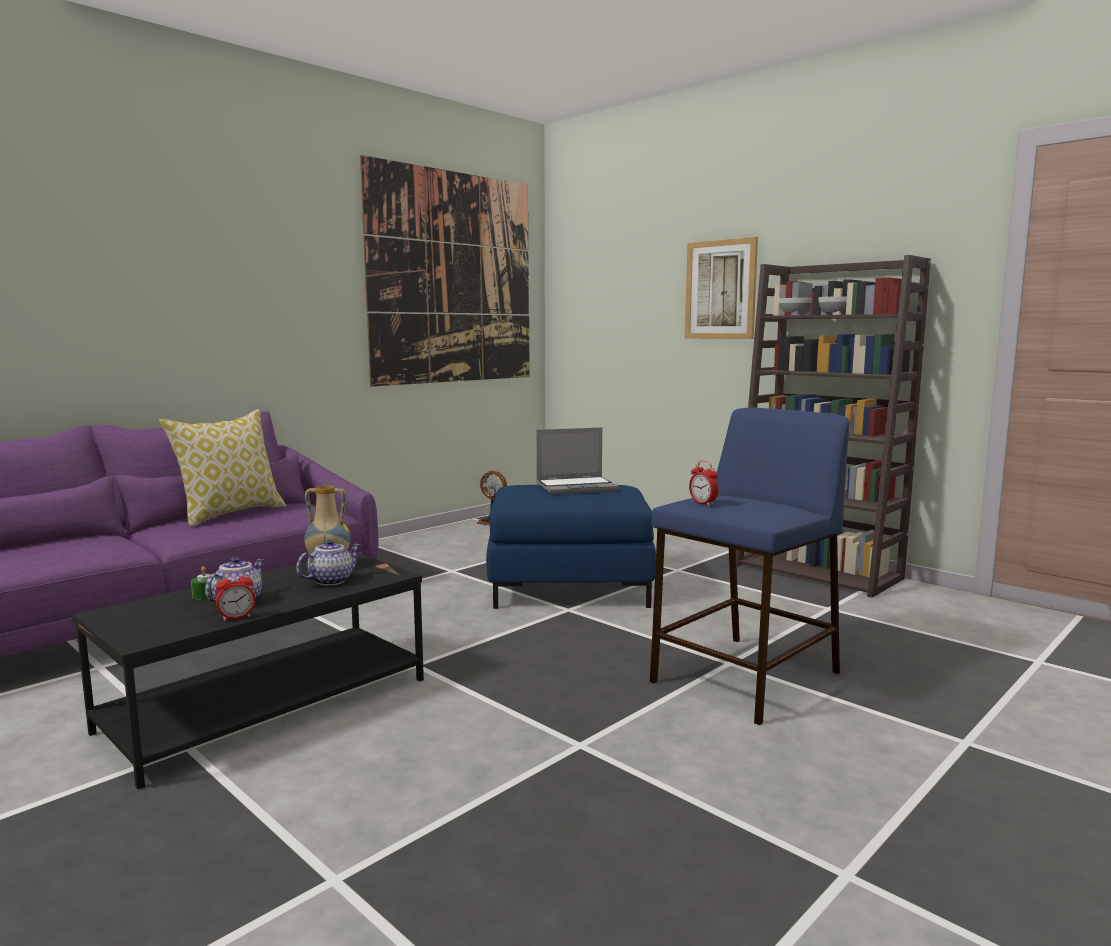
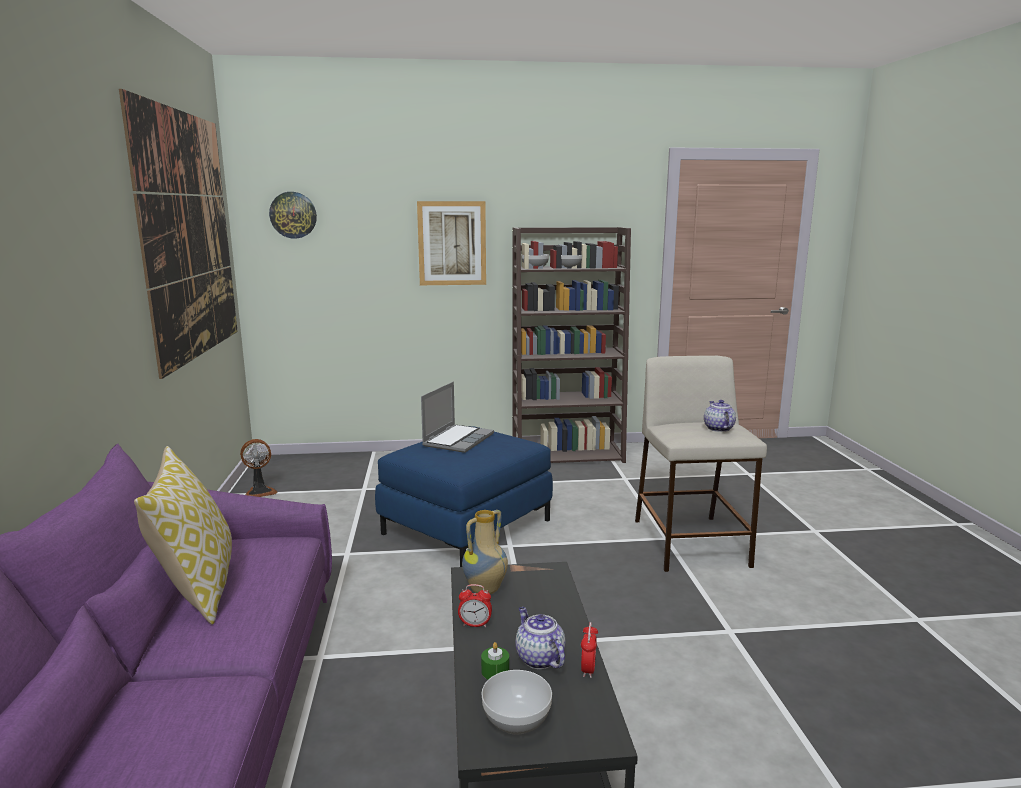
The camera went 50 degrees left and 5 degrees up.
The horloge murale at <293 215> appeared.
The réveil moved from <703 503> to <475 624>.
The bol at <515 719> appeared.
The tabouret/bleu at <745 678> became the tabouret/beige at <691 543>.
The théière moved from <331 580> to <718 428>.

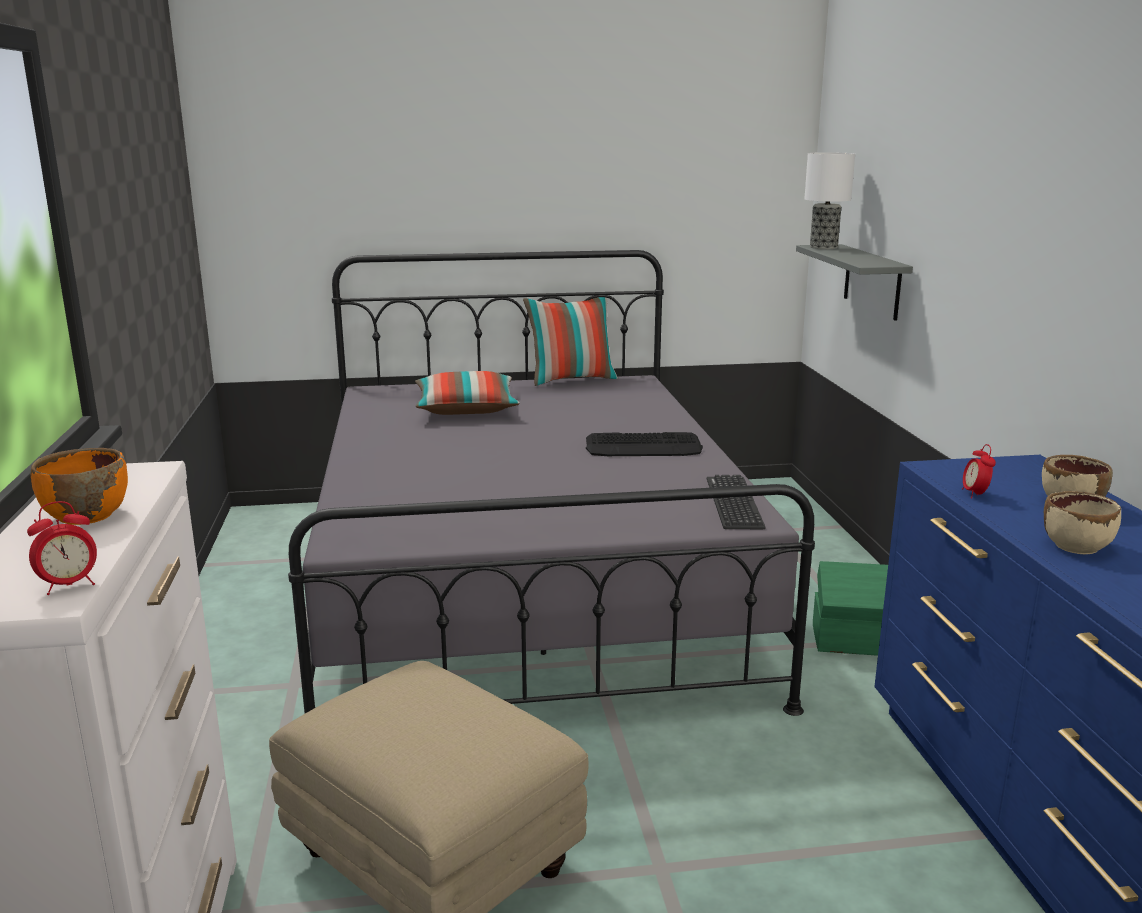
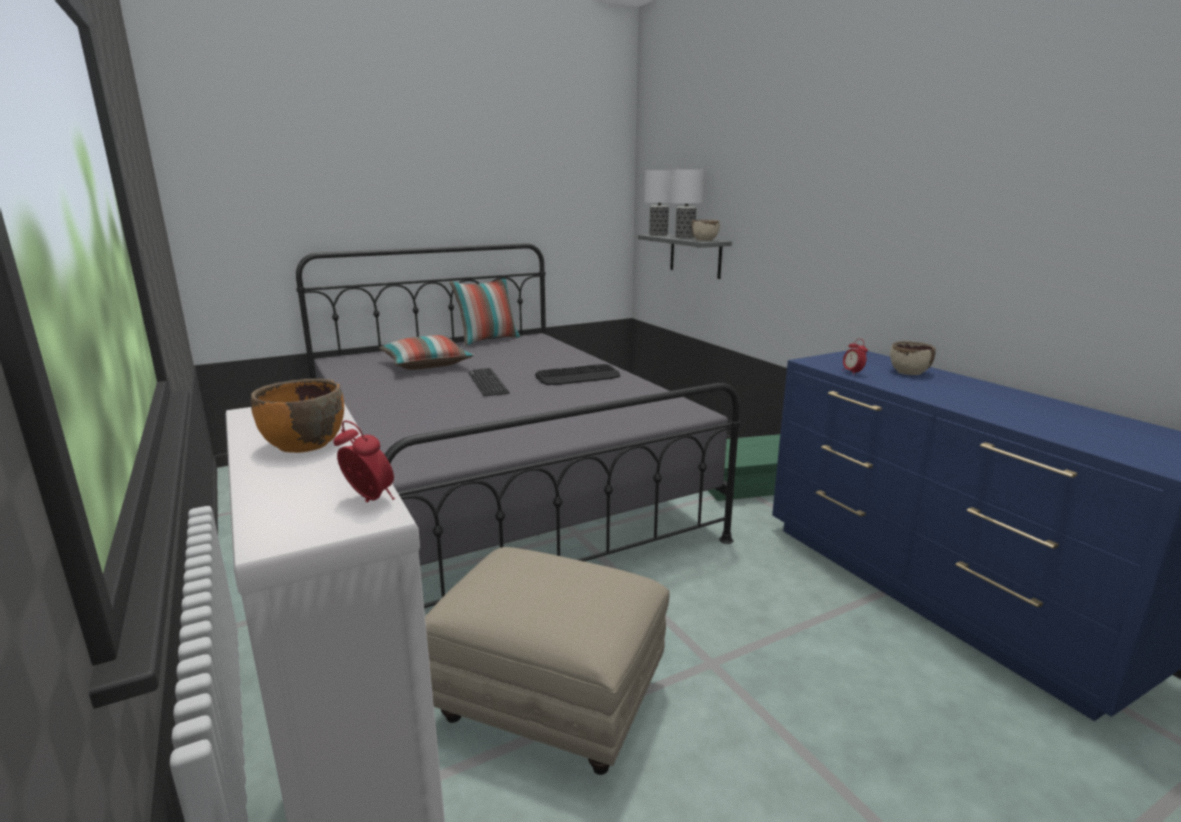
The camera went 20 degrees left and 0 degrees up.
The réveil at <69 586> turned 90 degrees counterclockwise.
The clavier moved from <734 503> to <487 383>.
The lampe de table at <685 237> appeared.
The bol/beige moved from <1076 546> to <704 240>.

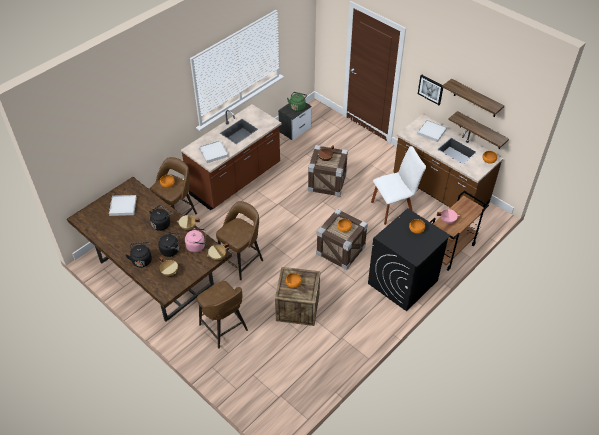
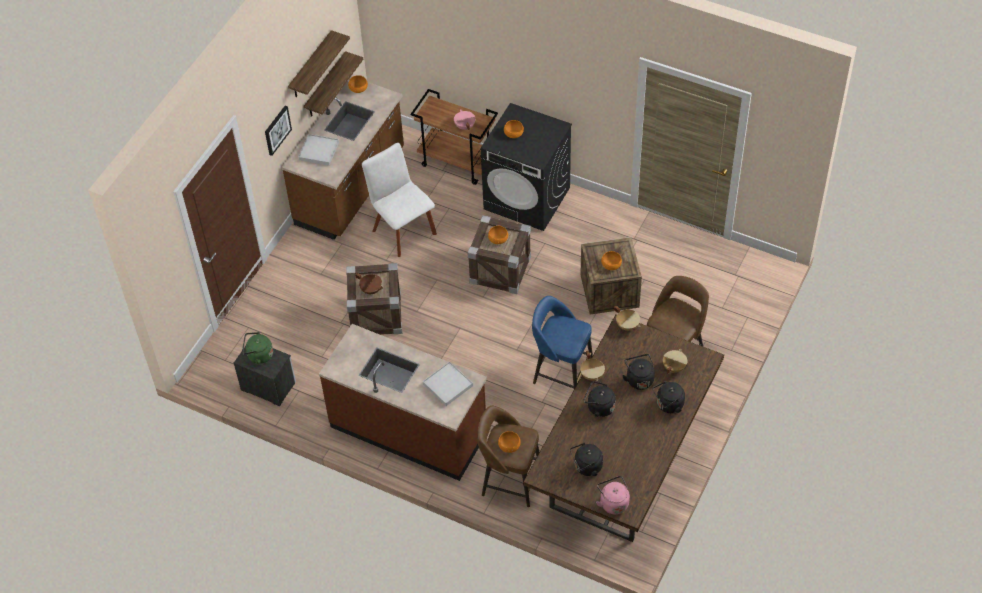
The camera went 105 degrees left and 5 degrees up.
The tabouret/marron at <241 261> became the tabouret/bleu at <561 372>.
The plateau/blanc at <123 206> was replaced by the bouilloire/noir at <586 467>.
The bouilloire/rose moved from <197 246> to <613 502>.

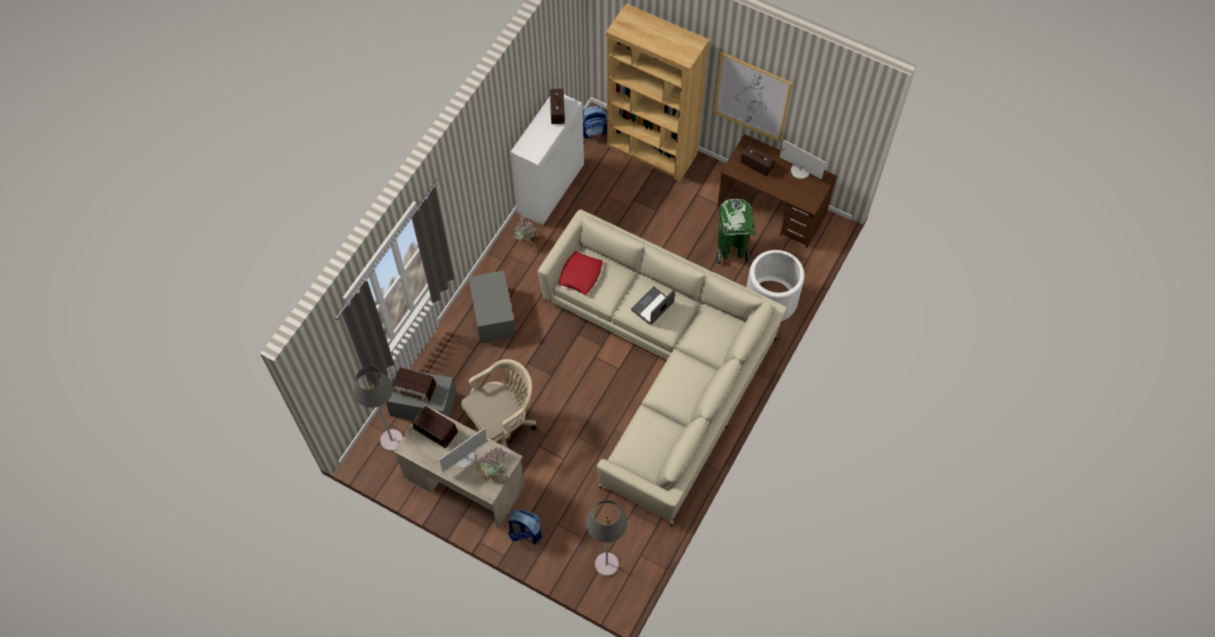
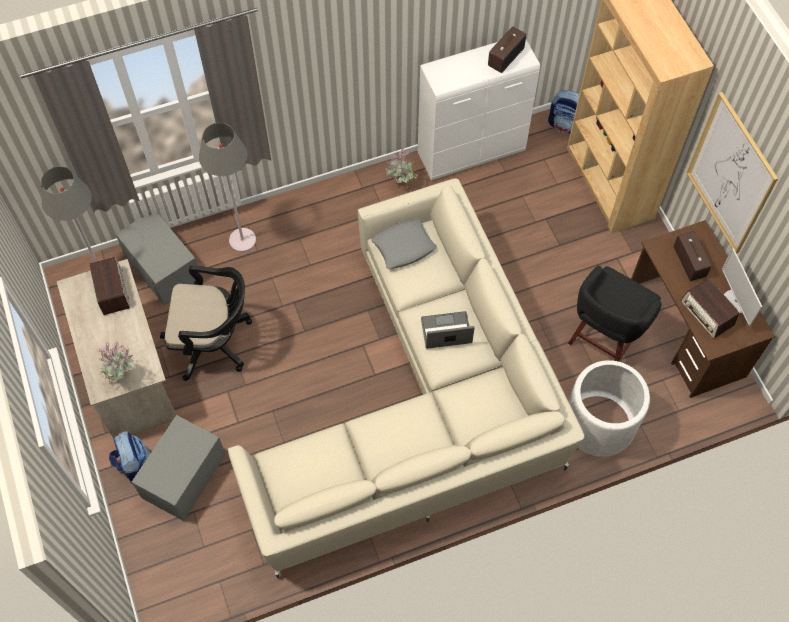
The camera went 40 degrees right and 0 degrees up.
The boîte de rangement/gris moved from <493 315> to <184 476>.
The chaise de bureau/beige at <502 424> became the chaise de bureau/noir at <214 342>.
The lampadaire/gris moved from <606 564> to <242 240>.
The coussin/rouge at <580 275> became the coussin/gris at <403 247>.
The poubelle/vert at <731 250> was replaced by the tabouret/noir at <603 340>.
The radio moved from <415 388> to <707 314>.
The écran d'ordinateur at <464 458> disappeared.

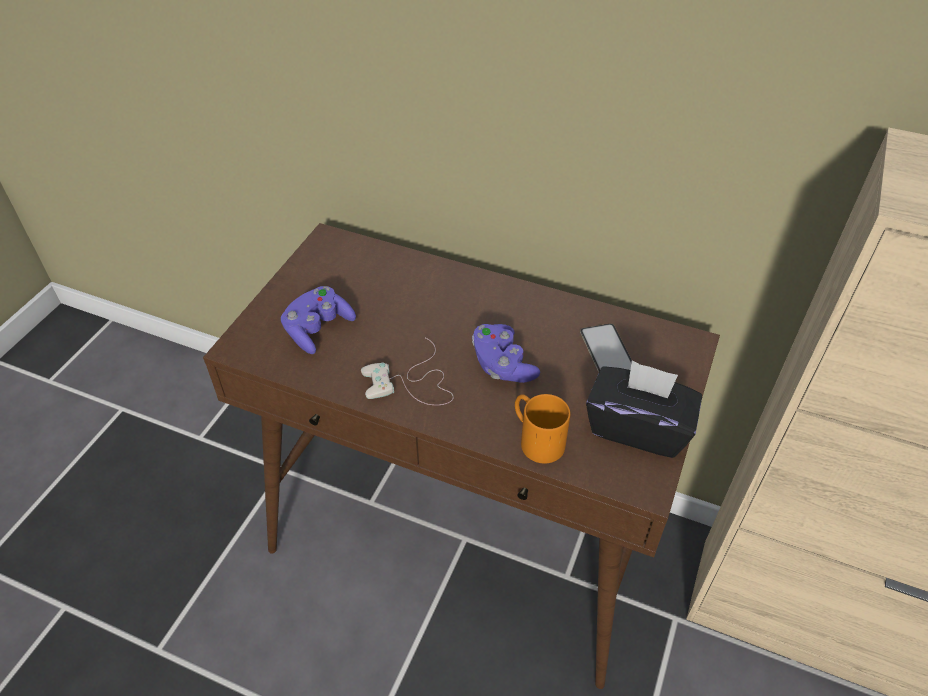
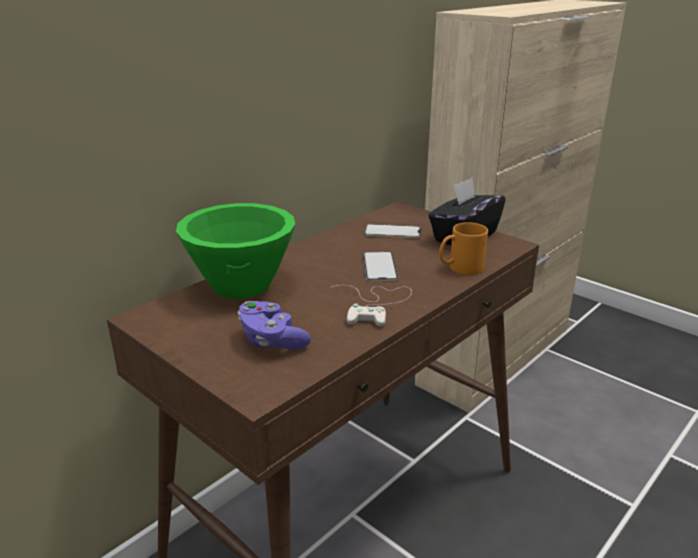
The camera went 70 degrees left and 20 degrees down.
The bol/vert at <240 285> appeared.
The manette/violet at <502 365> was replaced by the téléphone at <379 267>.

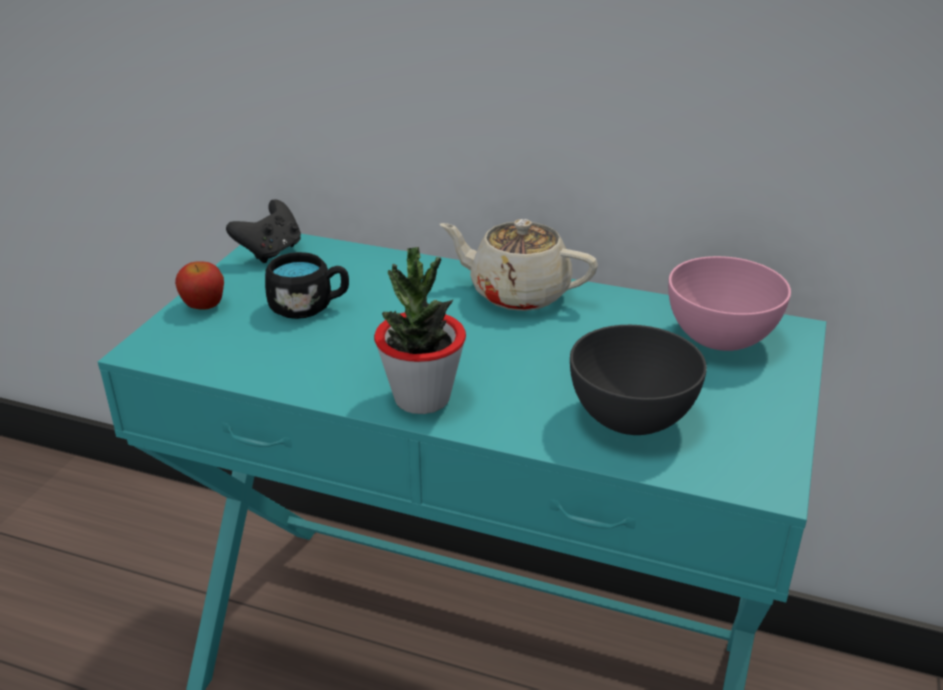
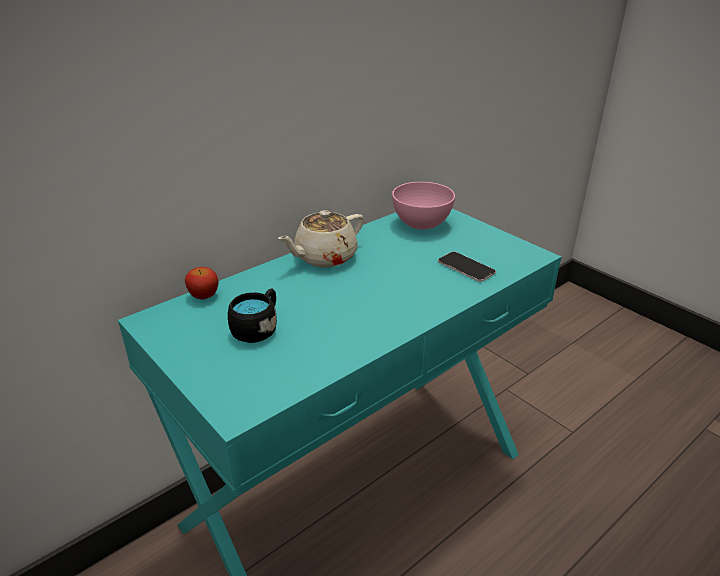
The camera went 60 degrees left and 0 degrees up.
The pomme moved from <203 305> to <204 296>.
The bol/gris at <630 418> was replaced by the téléphone at <466 267>.
The manette/noir at <270 252> disappeared.
The plante en pot at <422 398> disappeared.

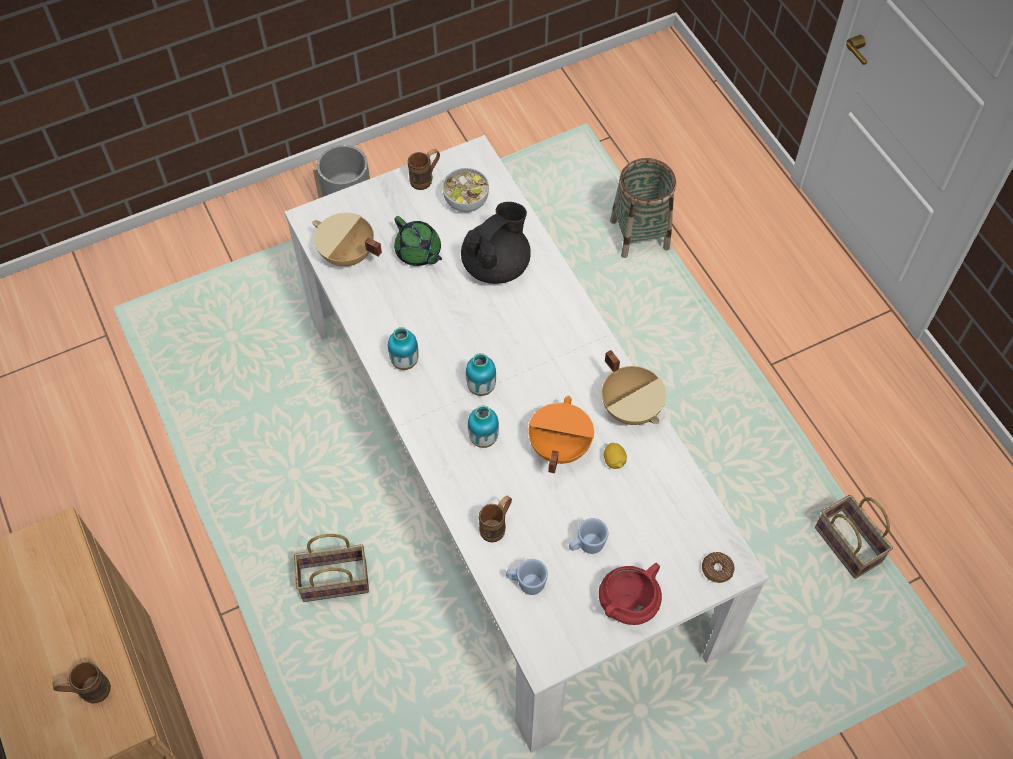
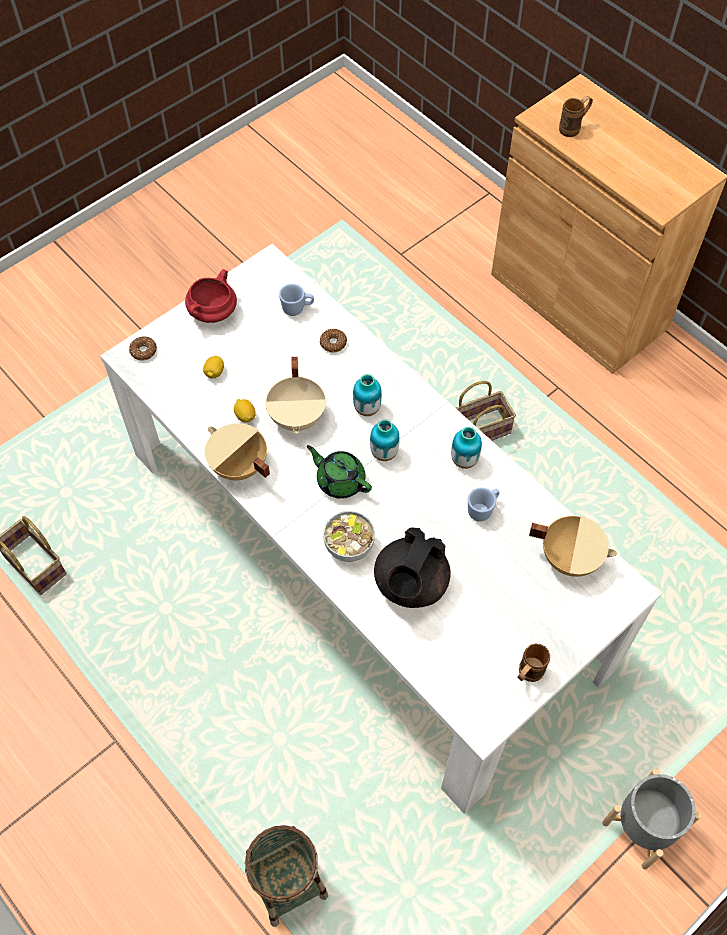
The camera went 165 degrees right and 0 degrees up.
The citron at <214 373> appeared.
The marmite/orange at <558 446> became the marmite/beige at <298 417>.
The théière/vert moved from <418 252> to <340 480>.
The mug/marron at <497 526> was replaced by the beignet at <333 343>.
The bol moved from <466 202> to <349 546>.
The mug/bleu moved from <586 545> to <483 509>.

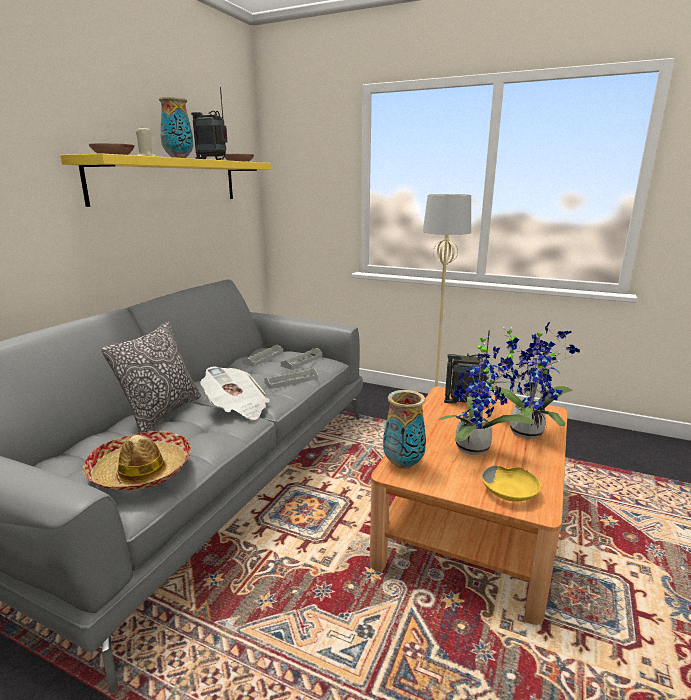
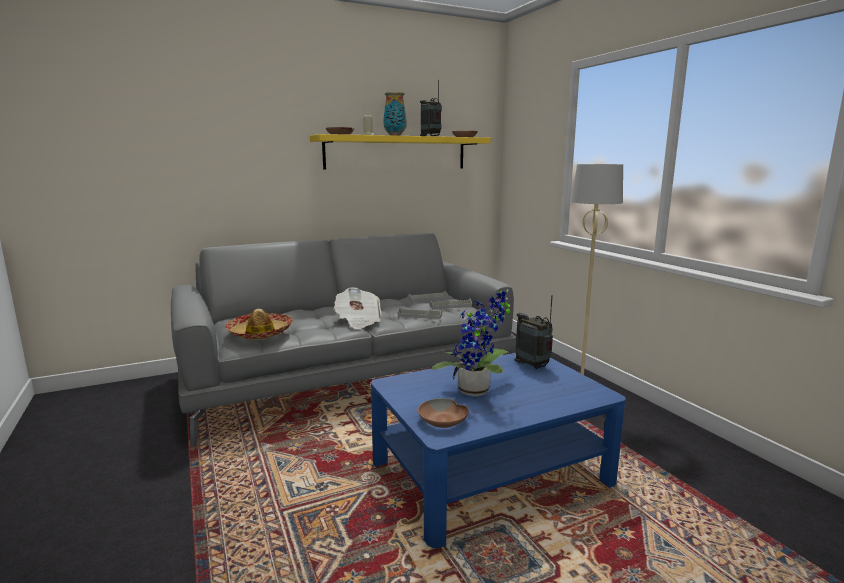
The camera went 40 degrees right and 5 degrees down.
The table basse/marron at <472 520> became the table basse/bleu at <490 472>.
The bol/jaune at <510 491> became the bol/marron at <443 421>.
The coussin at <162 413> disappeared.
The vase at <403 464> disappeared.
The plante en pot at <528 430> disappeared.

